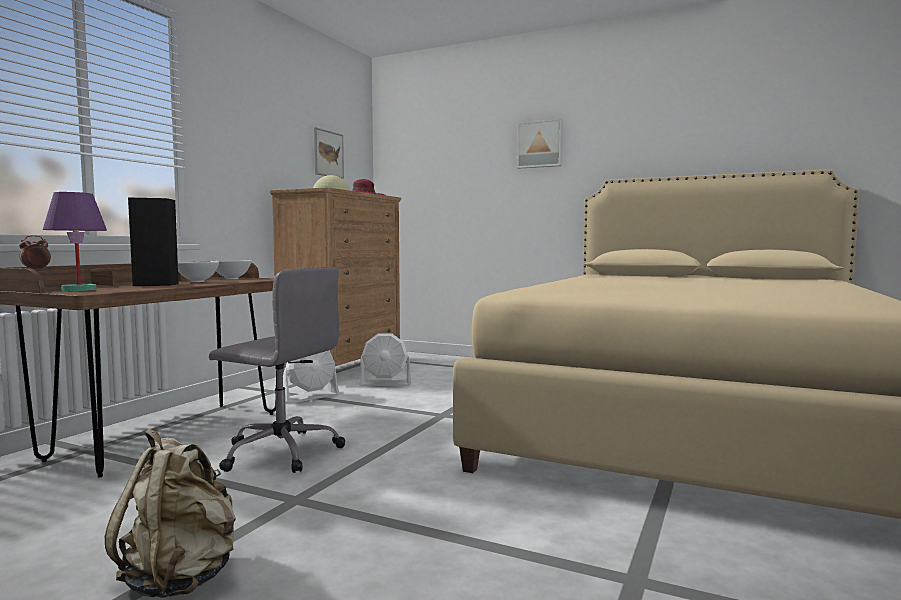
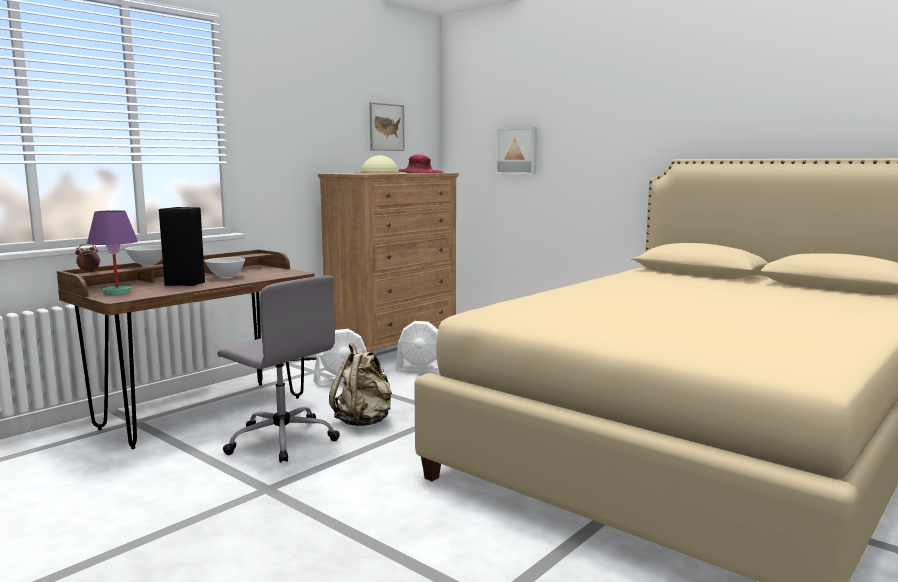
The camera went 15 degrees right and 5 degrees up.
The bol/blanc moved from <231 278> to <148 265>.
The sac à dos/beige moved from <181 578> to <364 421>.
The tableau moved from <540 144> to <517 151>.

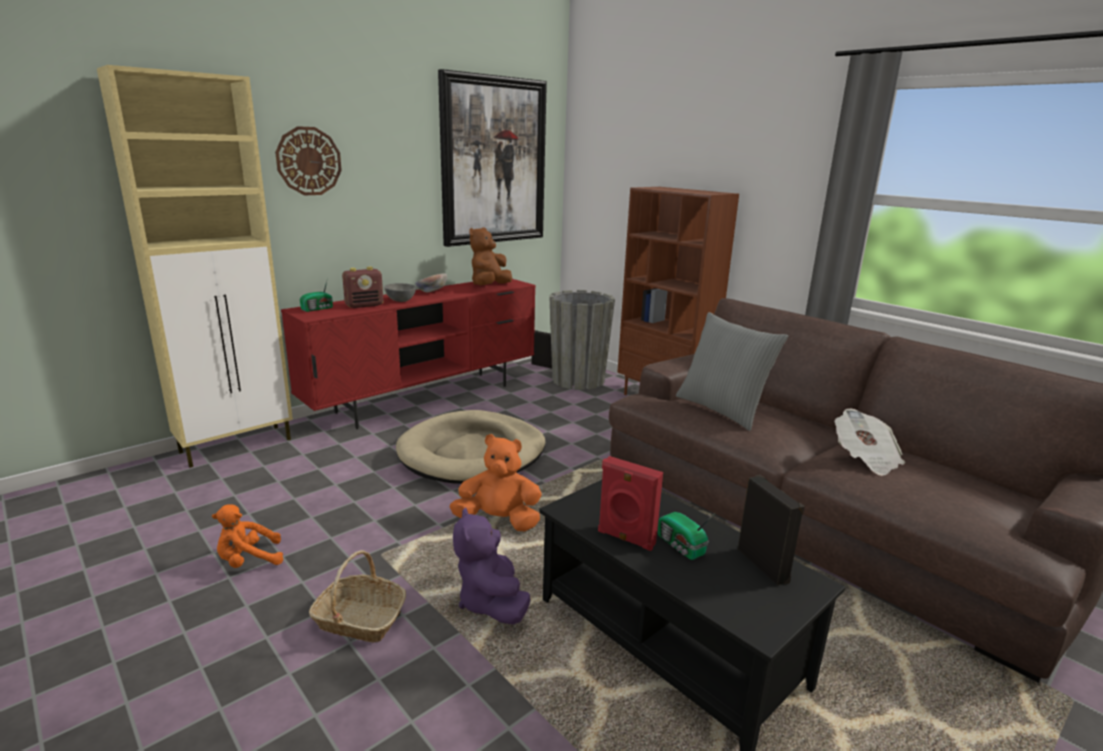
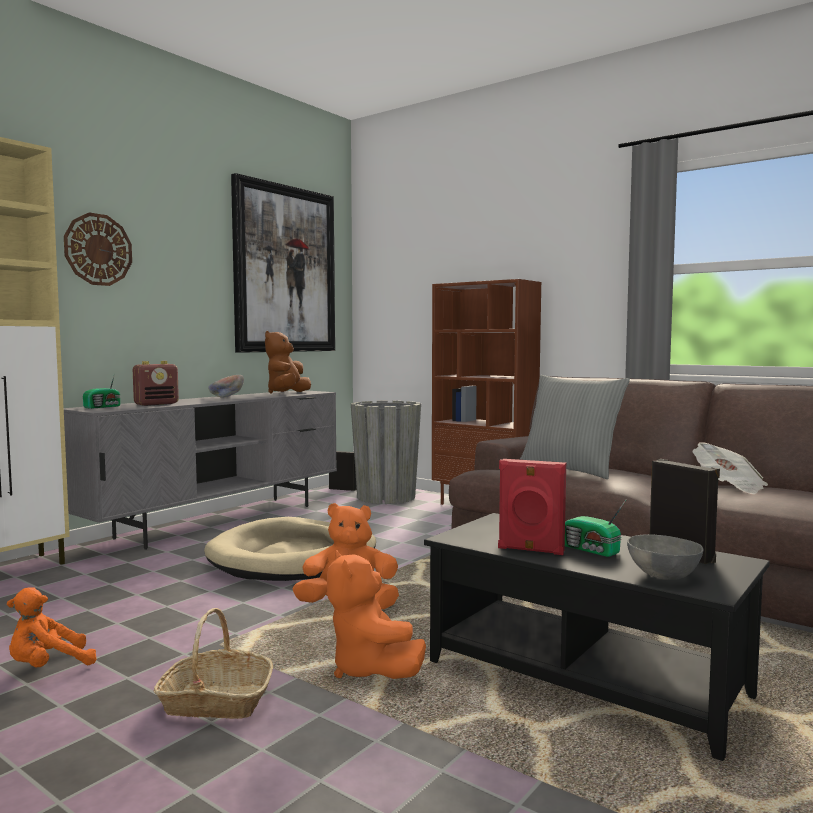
The camera went 10 degrees left and 15 degrees down.
The meuble télé/rouge at <426 398> became the meuble télé/gris at <220 521>.
The peluche/violet at <491 602> became the peluche/orange at <370 670>.
The bol/gris moved from <400 300> to <661 575>.

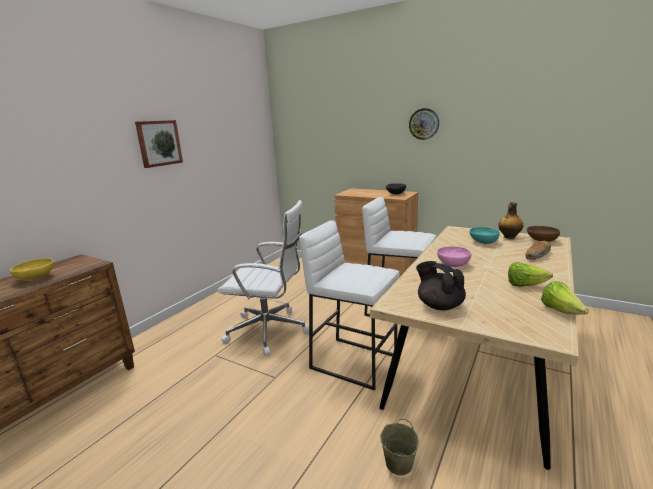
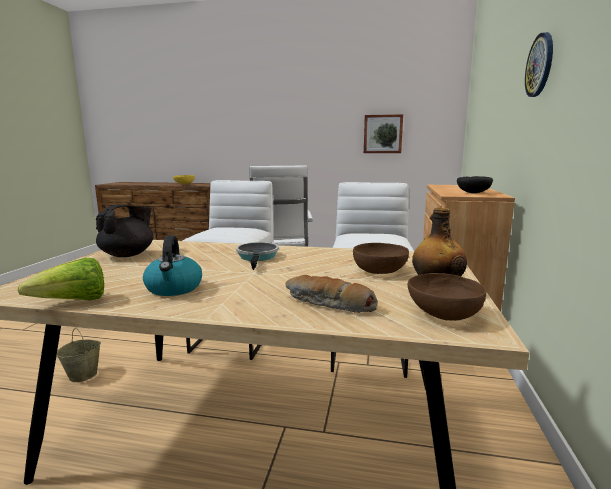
The camera went 70 degrees right and 5 degrees down.
The laitue at <525 285> was replaced by the bouilloire at <174 288>.
The bol/rose at <453 264> was replaced by the poêle at <258 257>.
The bol/turquoise at <483 242> became the bol/marron at <379 271>.
The tableau moved from <159 143> to <383 134>.

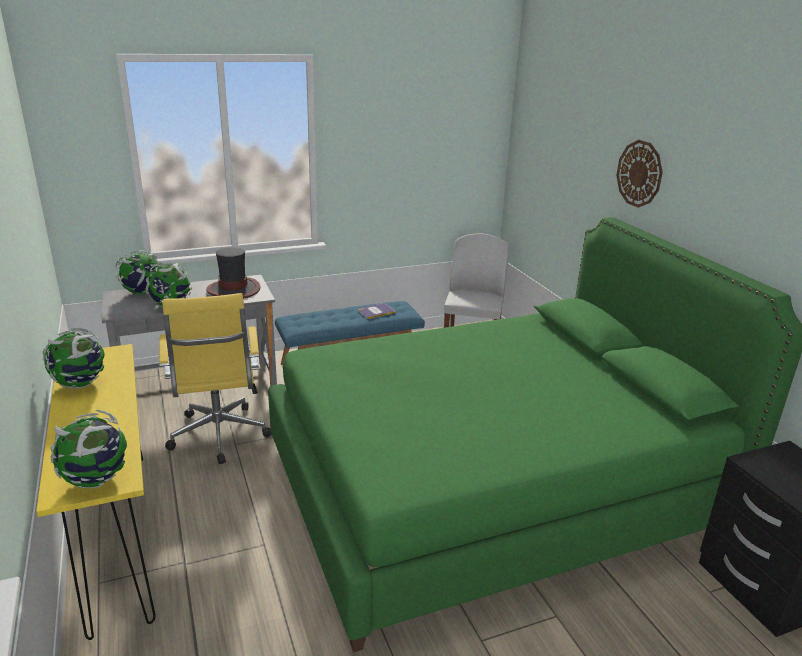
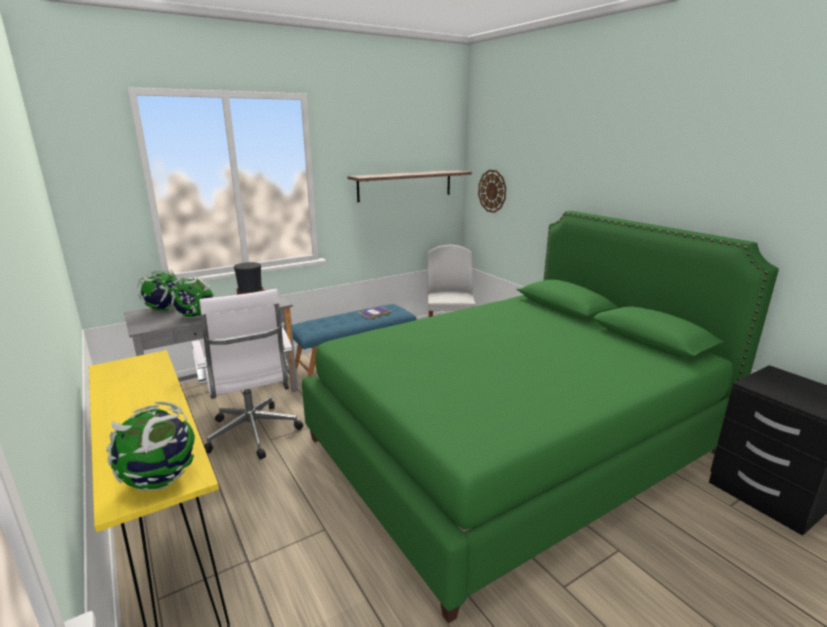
The camera went 10 degrees left and 5 degrees down.
The chaise de bureau/jaune at <219 437> became the chaise de bureau/blanc at <253 435>.
The étagère at <405 185> appeared.
The horloge murale moved from <639 173> to <492 191>.
The globe at <80 384> disappeared.

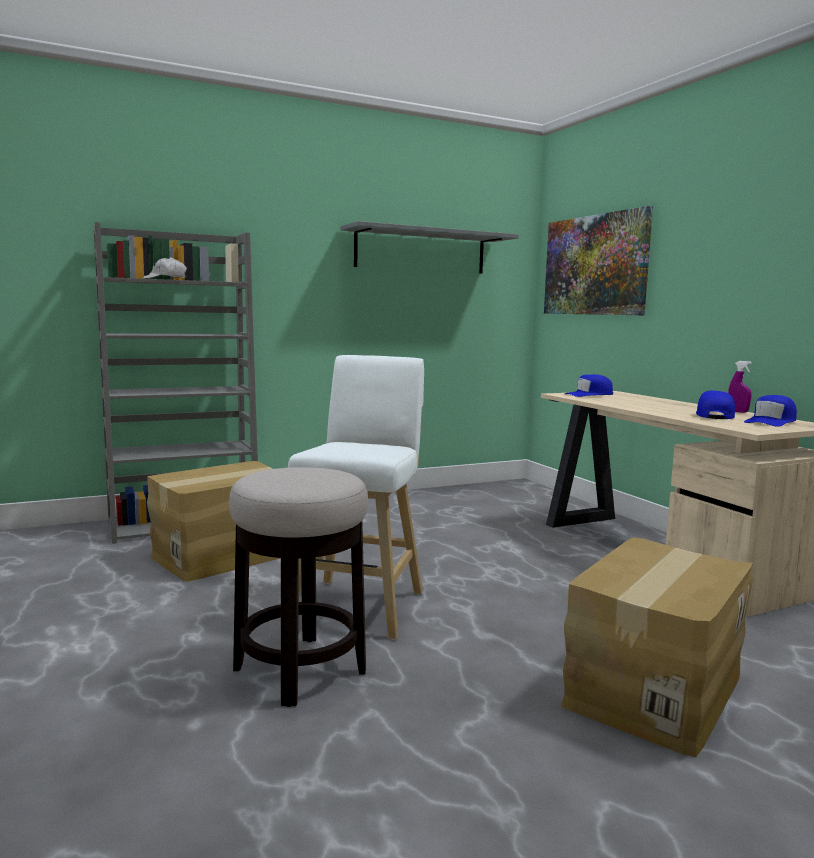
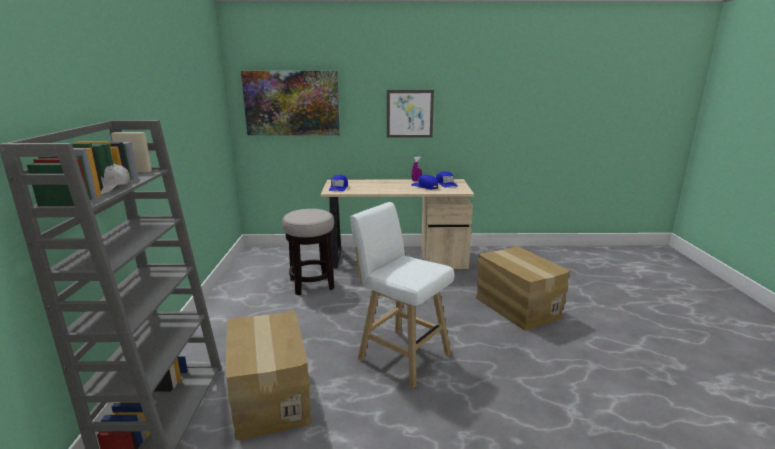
The camera went 65 degrees left and 10 degrees up.
The tabouret moved from <300 670> to <312 284>.
The tableau at <409 114> appeared.
The étagère/gris at <421 251> disappeared.

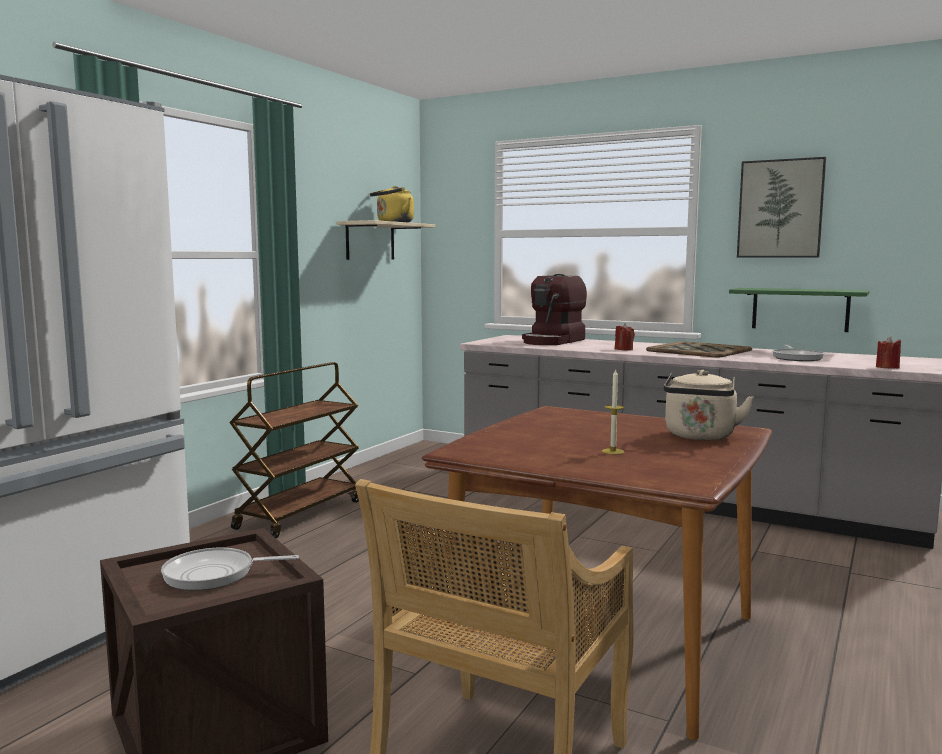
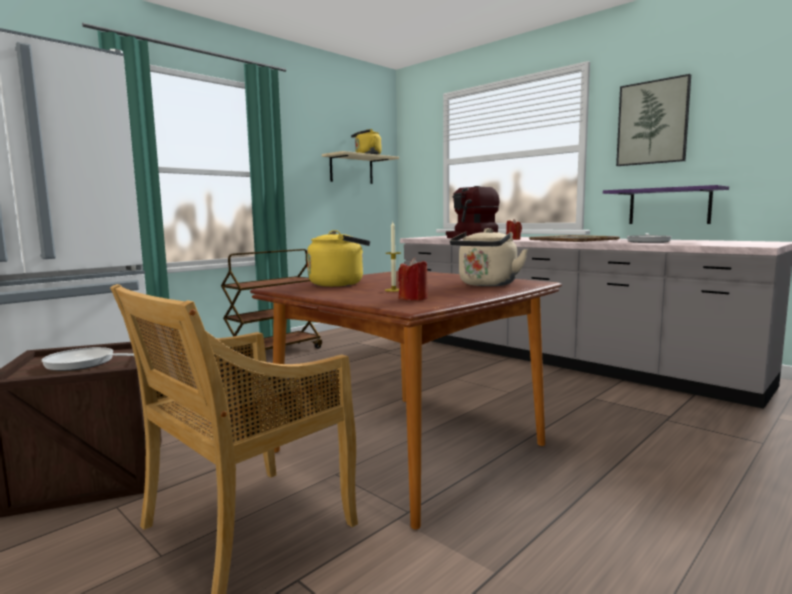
The camera went 15 degrees right and 0 degrees up.
The bouilloire/jaune at <340 284> appeared.
The bougie/rouge moved from <887 367> to <413 299>.
The étagère/vert at <800 309> became the étagère/violet at <669 206>.

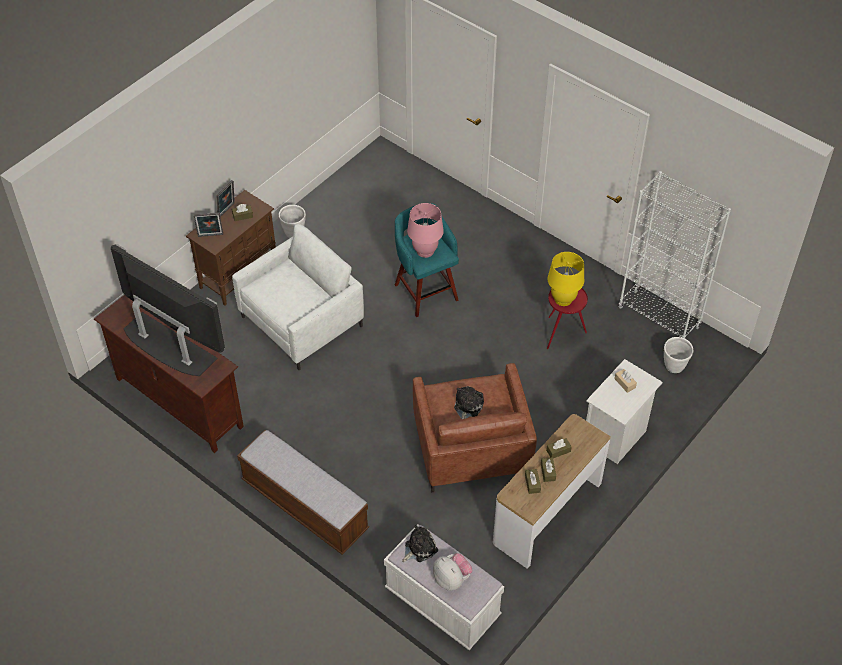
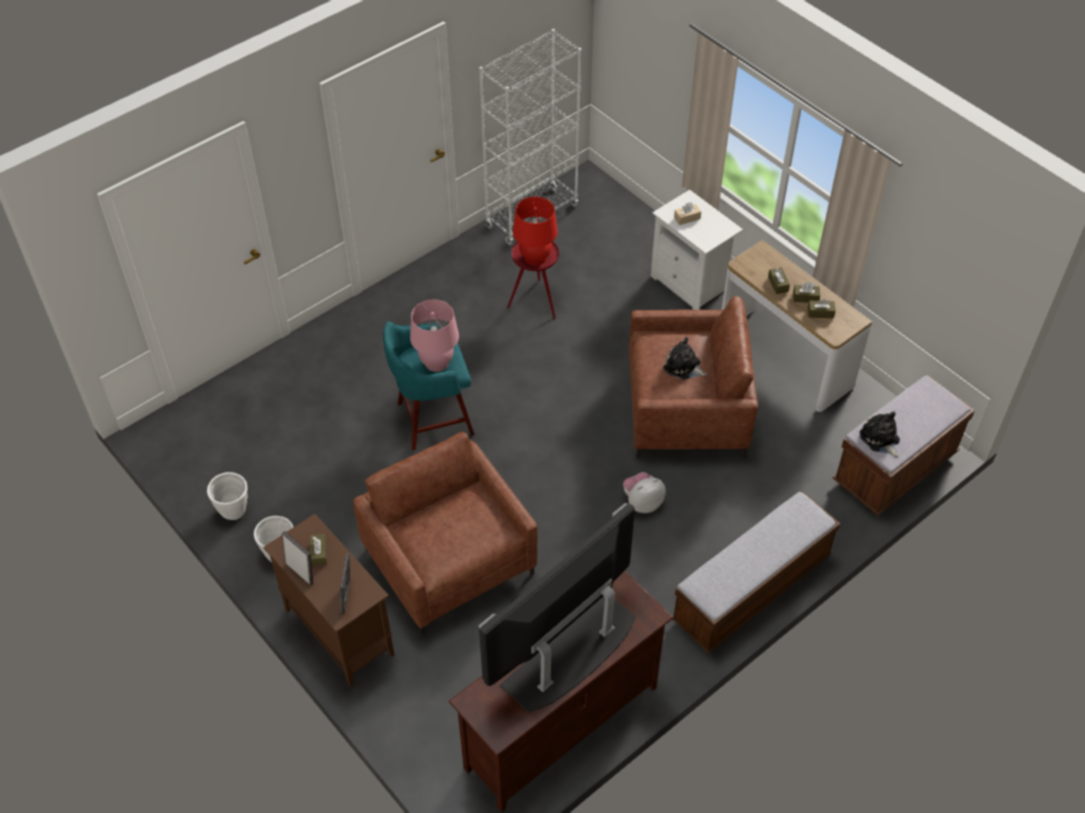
The camera went 80 degrees left and 0 degrees up.
The cache-pot/blanc moved from <674 367> to <234 511>.
The fauteuil/blanc at <302 322> became the fauteuil/marron at <449 562>.
The lampe de table/jaune at <563 299> became the lampe de table/rouge at <535 257>.
The peluche moved from <452 579> to <642 502>.
The banc/blanc at <442 603> became the banc/marron at <894 469>.

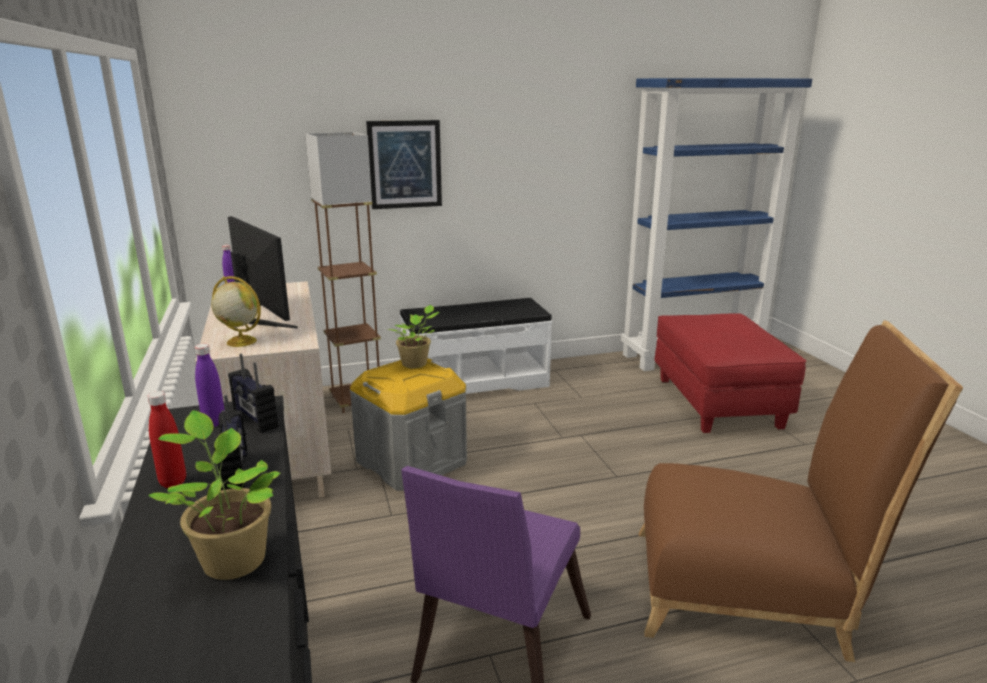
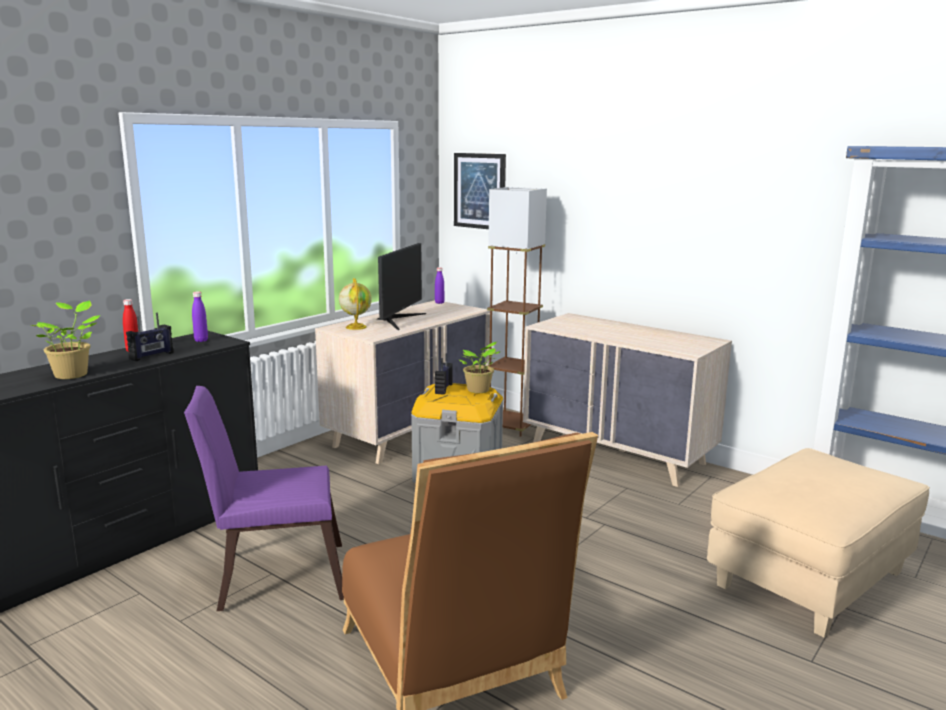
The camera went 55 degrees right and 5 degrees down.
The radio moved from <254 419> to <443 389>.
The tableau moved from <404 164> to <480 191>.
The banc/blanc at <475 382> was replaced by the commode/beige at <618 454>.
The pouf/rouge at <717 403> became the pouf/beige at <809 580>.

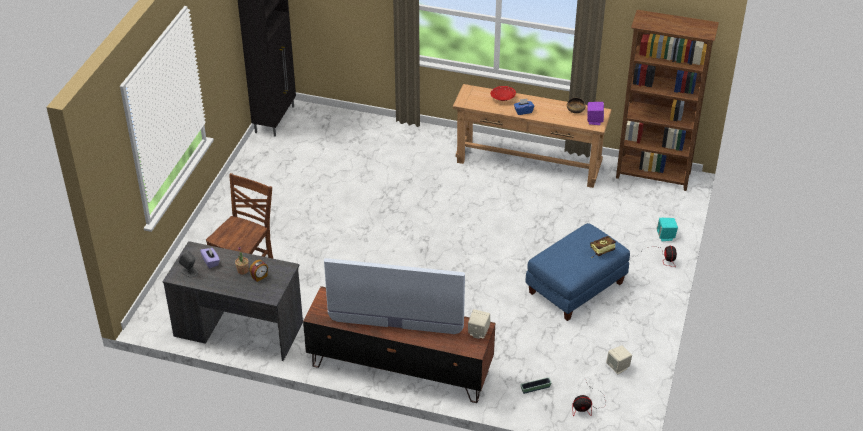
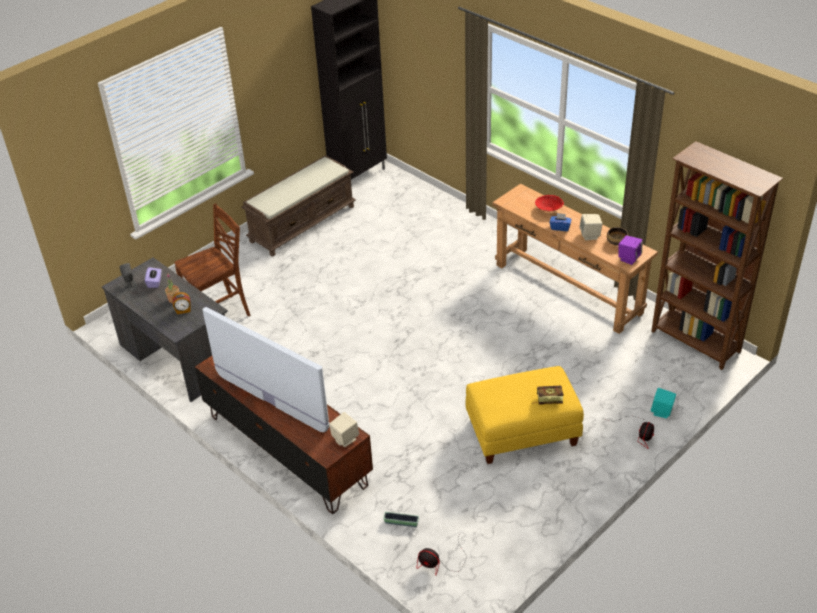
The camera went 30 degrees right and 0 degrees up.
The banc/marron at <302 223> appeared.
The pouf/bleu at <576 288> became the pouf/jaune at <522 433>.
The enceinte/beige moved from <618 367> to <590 235>.

